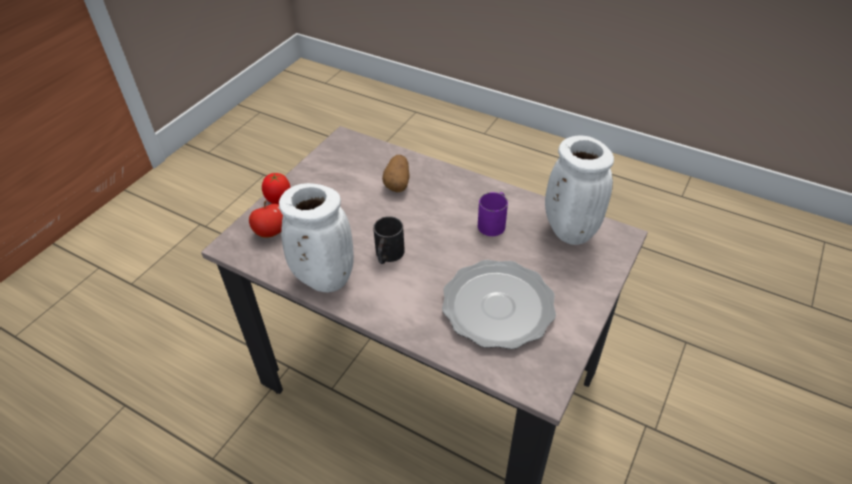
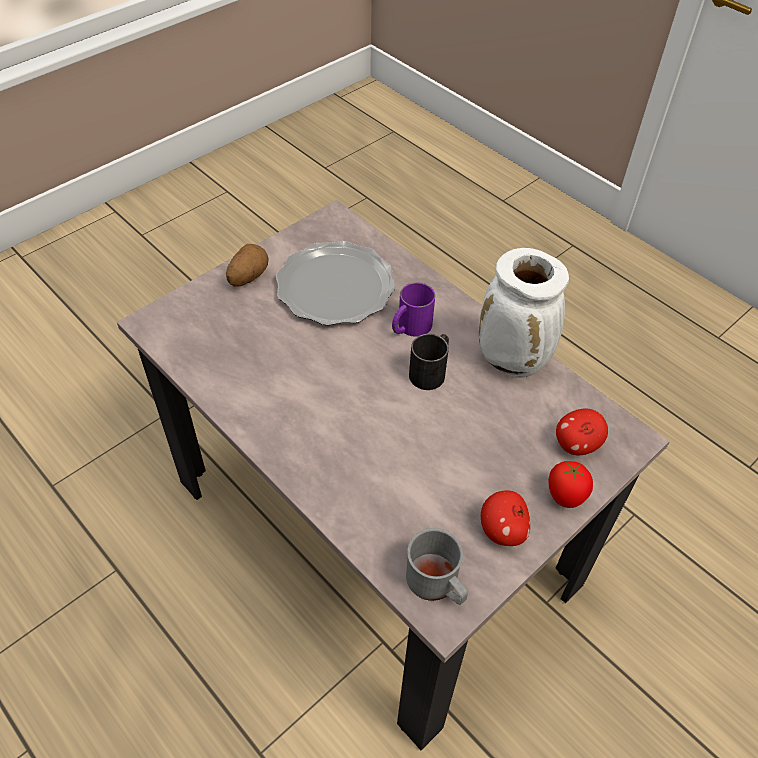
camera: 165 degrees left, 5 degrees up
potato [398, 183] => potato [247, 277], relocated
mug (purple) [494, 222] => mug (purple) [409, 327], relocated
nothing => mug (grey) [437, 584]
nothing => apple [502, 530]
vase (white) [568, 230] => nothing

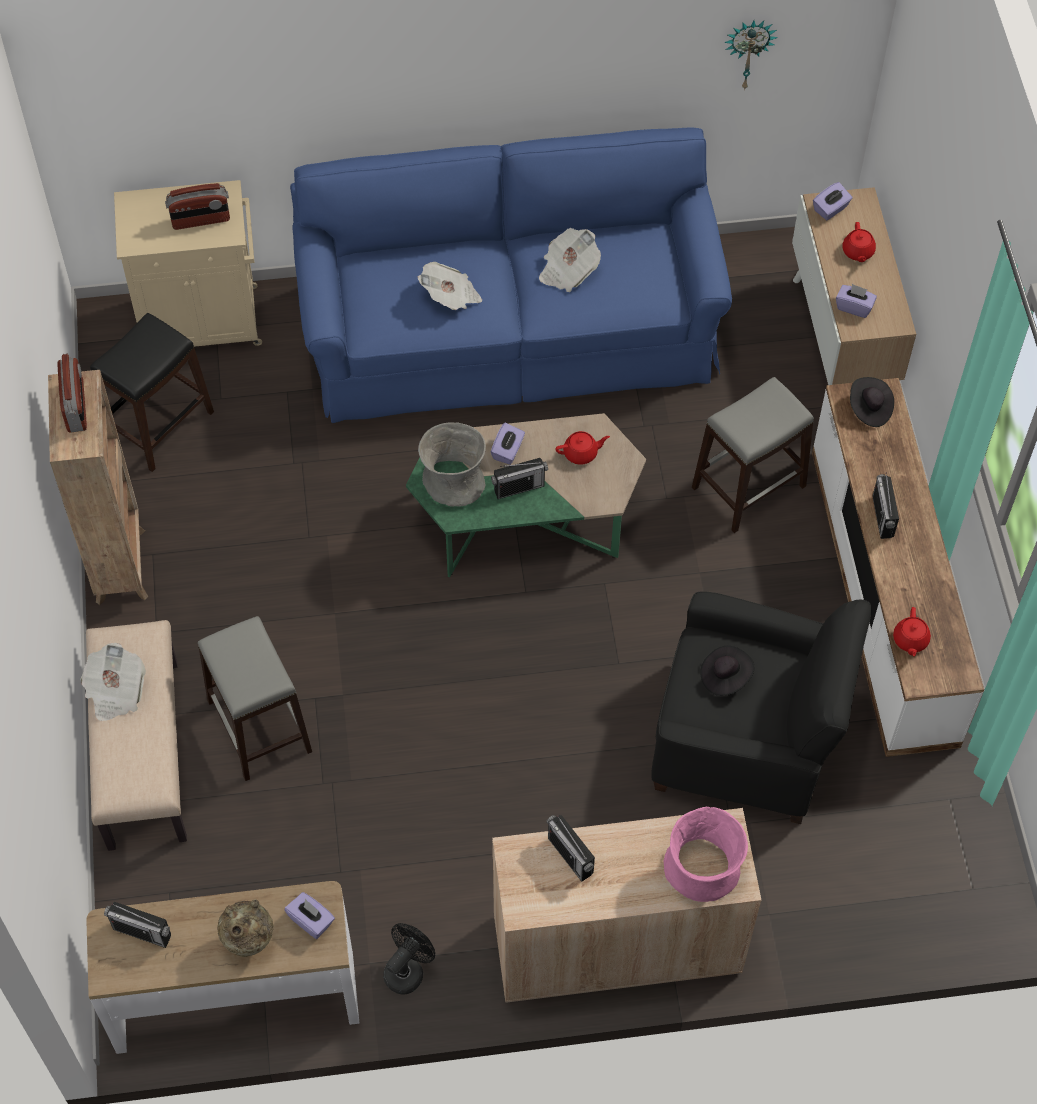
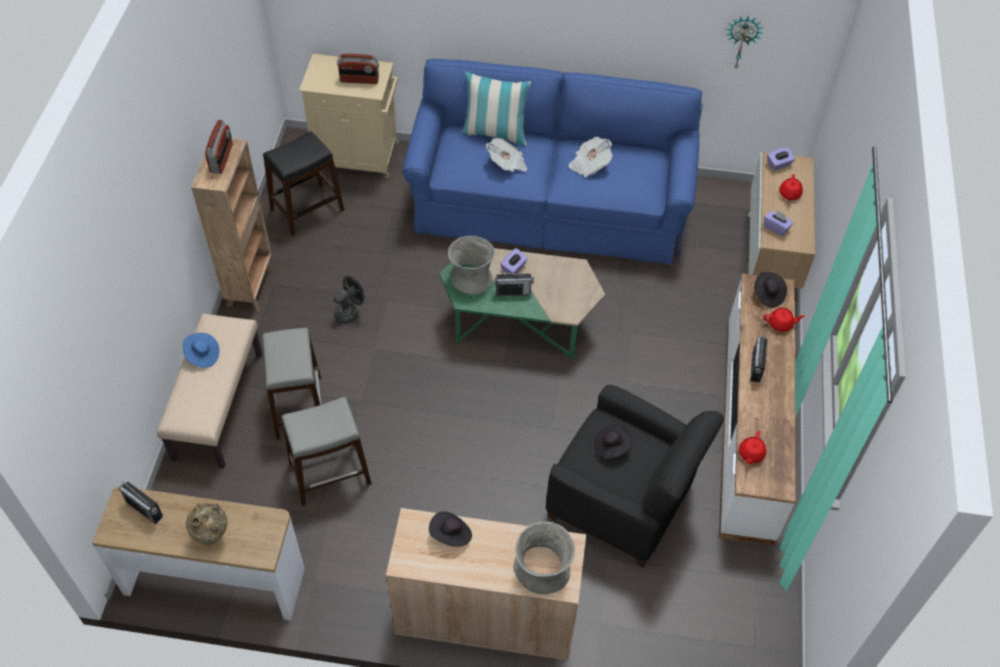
camera: 15 degrees right, 5 degrees down
newspaper [115, 692] => hat (blue) [202, 355]
stool (grey) [749, 487] => stool (grey) [330, 474], relocated
fan (black) [407, 970] => fan (black) [350, 312], relocated
radio [570, 856] => hat (black) [451, 535]
nothing => pillow [495, 133]
vase (pink) [702, 870] => vase (grey) [542, 570]
teapot (red) [581, 453] => teapot (red) [780, 324], relocated
tissue box (purple) [311, 921] => nothing

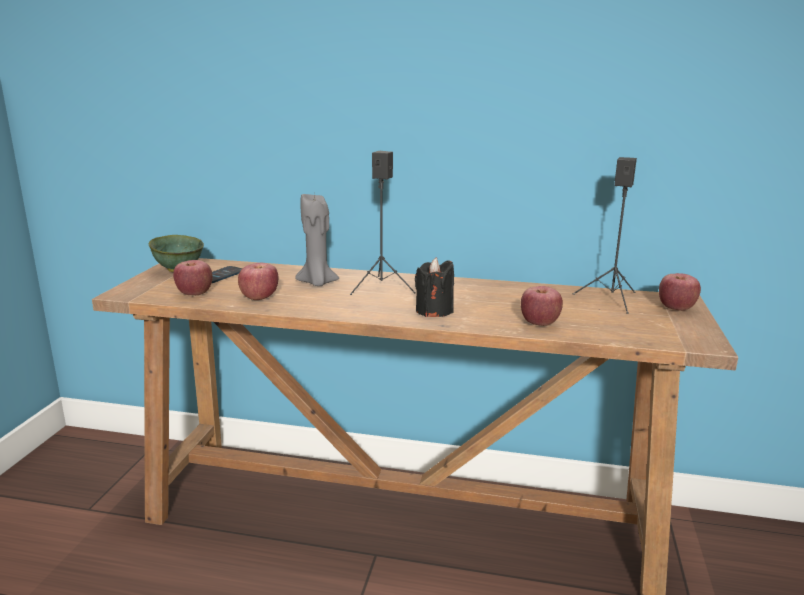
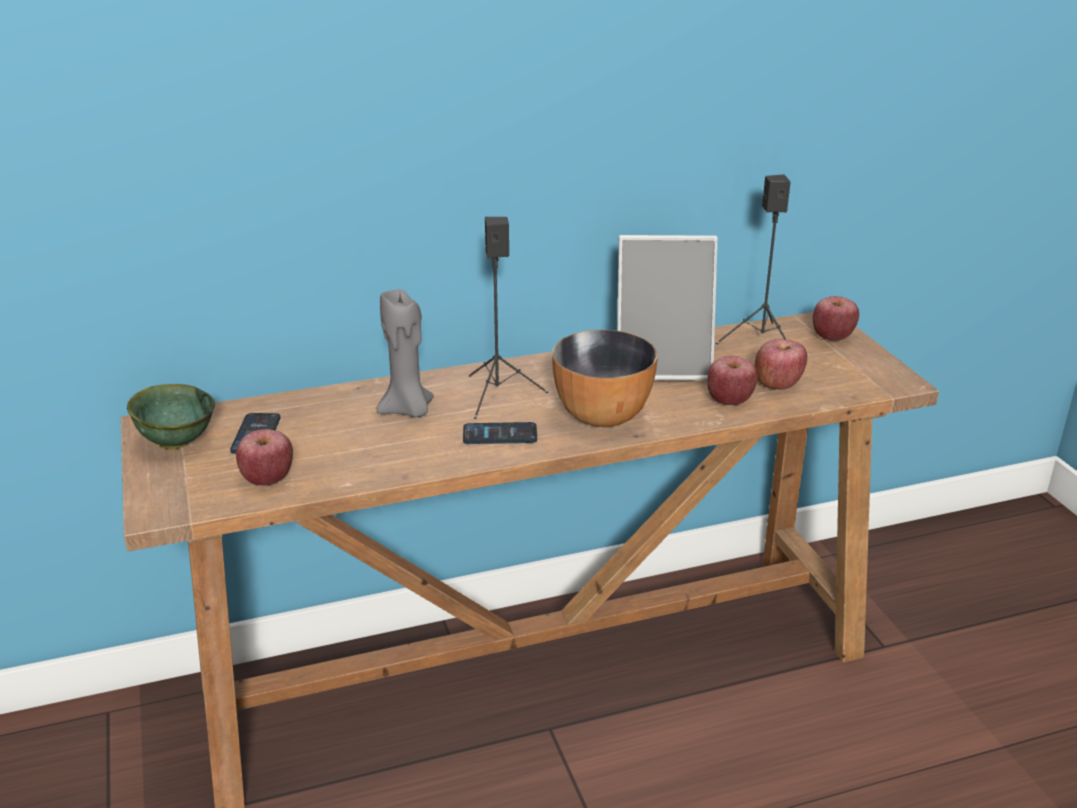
camera: 30 degrees left, 10 degrees up
nothing => phone [500, 435]
candle (black) [434, 311] => bowl [602, 416]
nothing => picture frame [662, 365]
apple [259, 297] => apple [777, 384], relocated

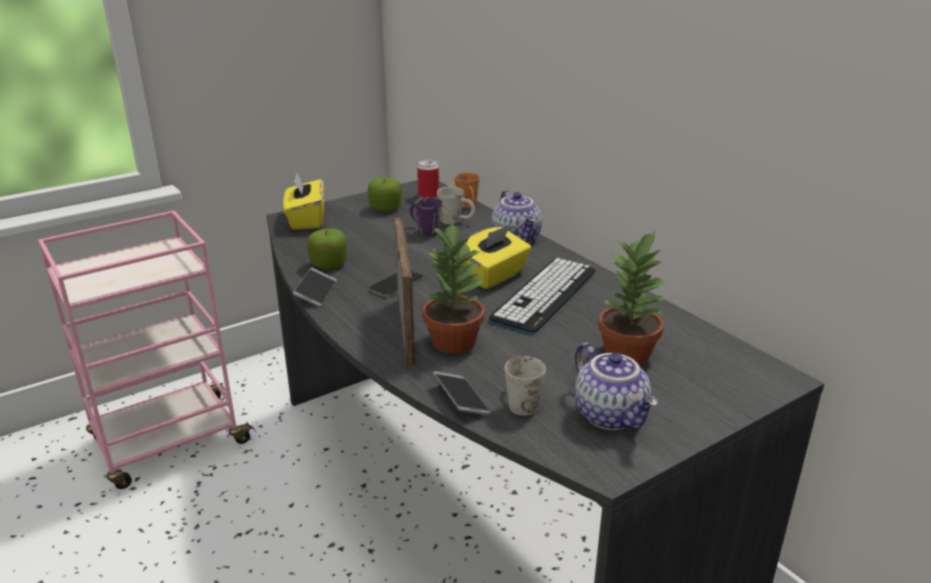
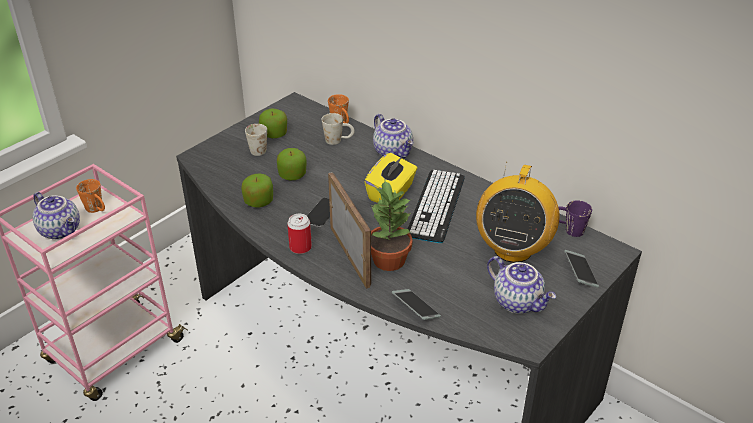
camera: 15 degrees left, 10 degrees up
nothing => teapot [61, 230]
nothing => mug (orange) [97, 210]
mug (white) [520, 401] => mug (white) [256, 149], relocated
nothing => apple [292, 175]
can [428, 195] => can [300, 247], relocated
potted plant [628, 354] => radio [512, 249]
mug (purple) [424, 230] => mug (purple) [568, 229], relocated
phone [316, 292] => phone [580, 272], relocated
tissue box (yellow) [306, 220] => nothing

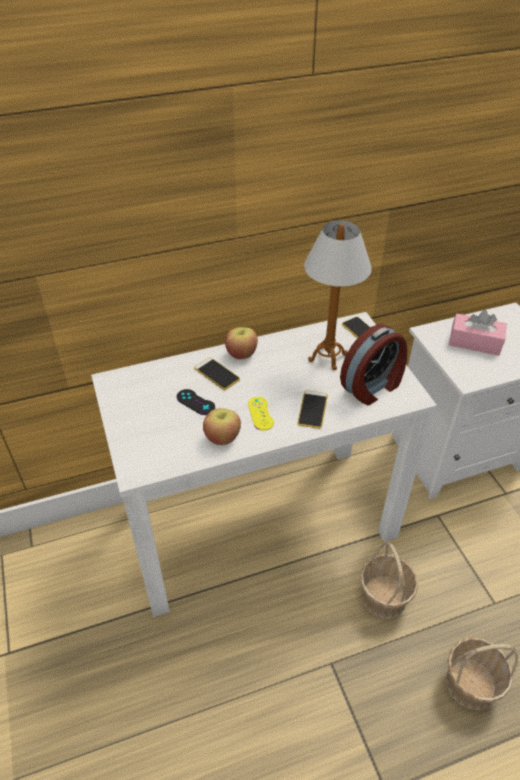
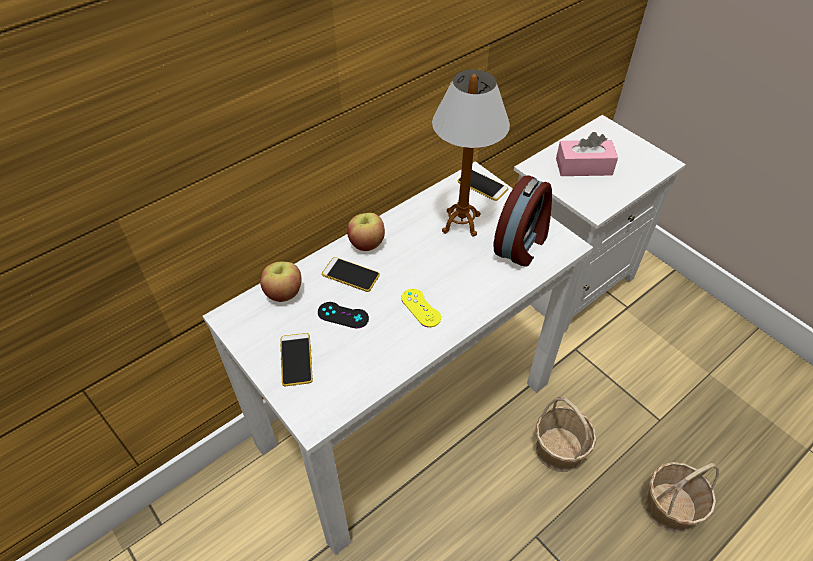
camera: 20 degrees left, 5 degrees up
apple [222, 437] => apple [284, 292], relocated
phone [312, 409] => phone [296, 359], relocated

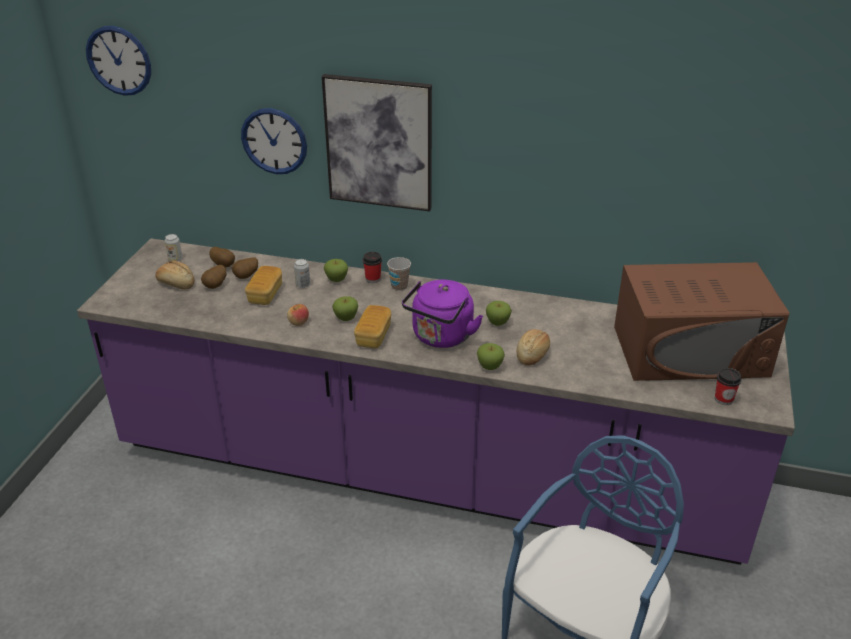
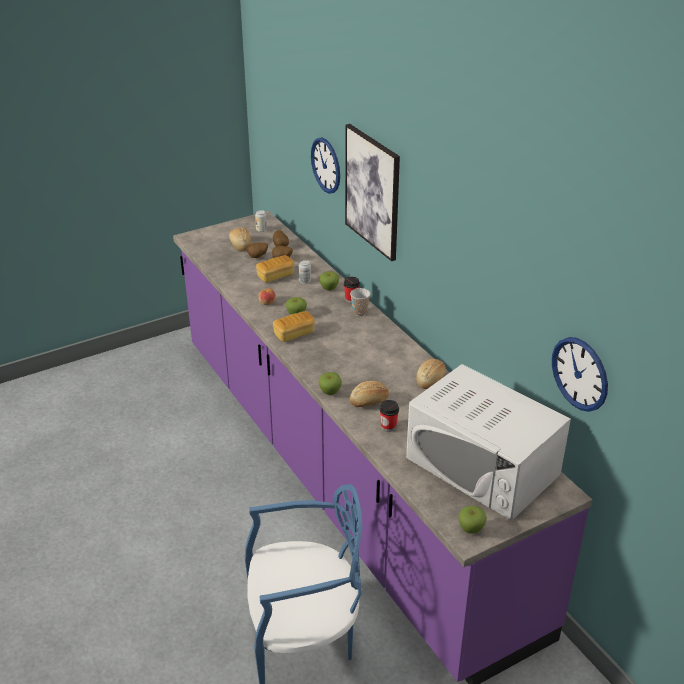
camera: 45 degrees right, 0 degrees up
cup [723, 399] => cup [388, 426], relocated
microwave (brown) [690, 351] => microwave (white) [482, 466]
nothing => bread [431, 380]
apple [497, 323] => apple [471, 529], relocated
wall clock [119, 60] => wall clock [580, 373], relocated
kettle (purple) [441, 337] => nothing

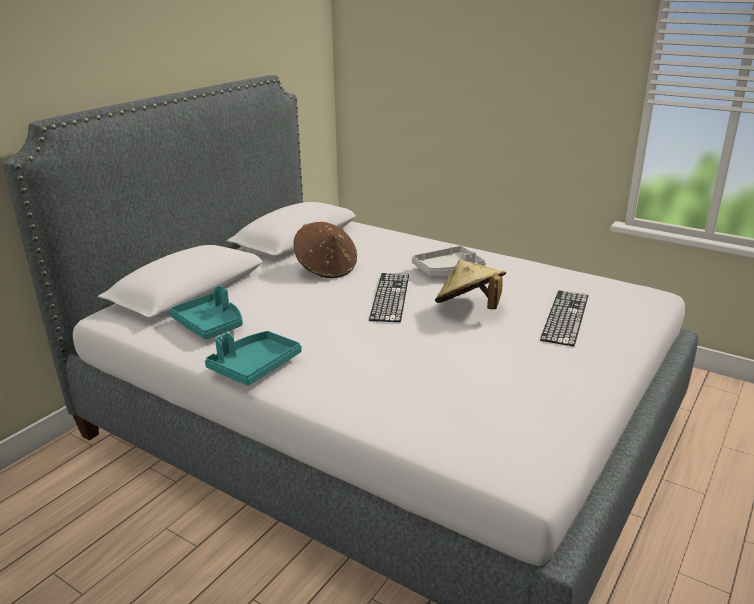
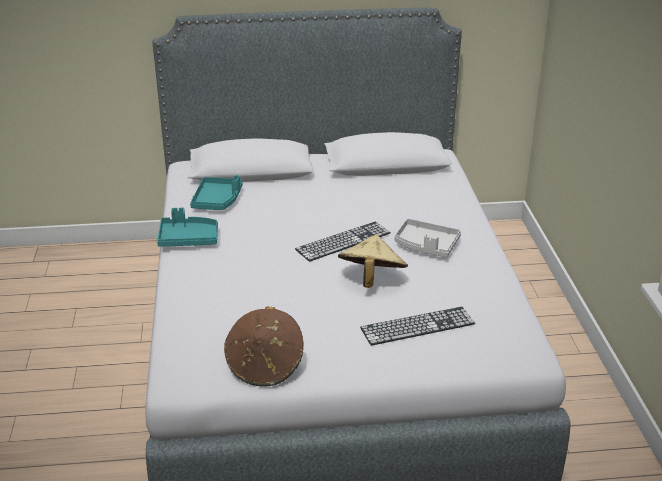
camera: 50 degrees right, 5 degrees up
hat (brown) [326, 269] => hat (brown) [265, 366], relocated

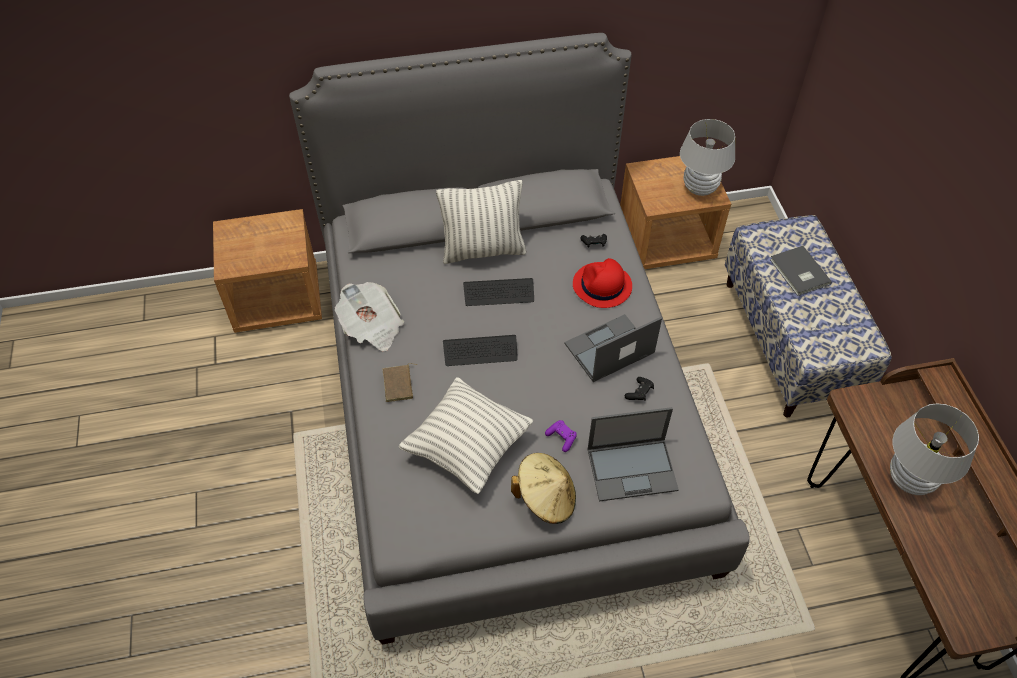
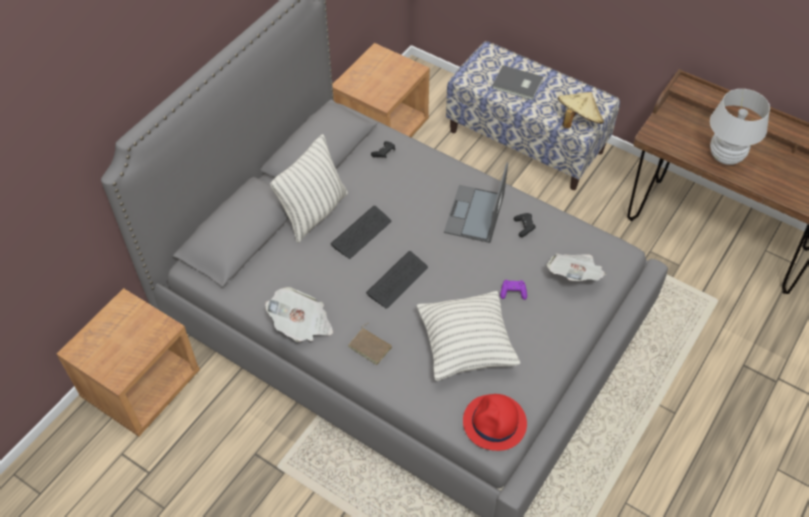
camera: 45 degrees left, 0 degrees up
hat (red) [602, 286] => hat (red) [495, 423], relocated
laptop [633, 469] => newspaper [574, 275]
hat (beige) [545, 498] => hat (beige) [577, 121], relocated
table lamp (white) [699, 188] => nothing

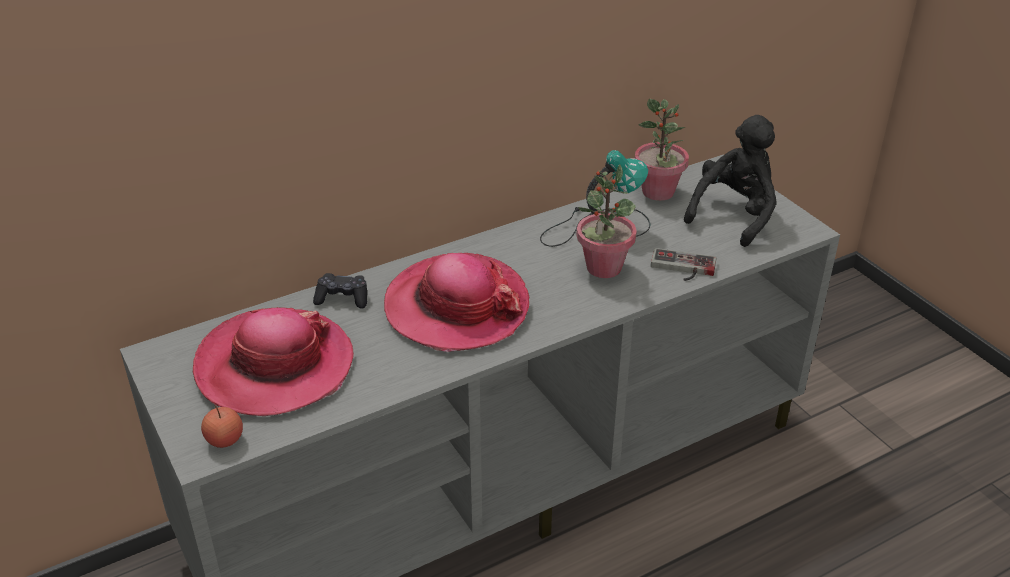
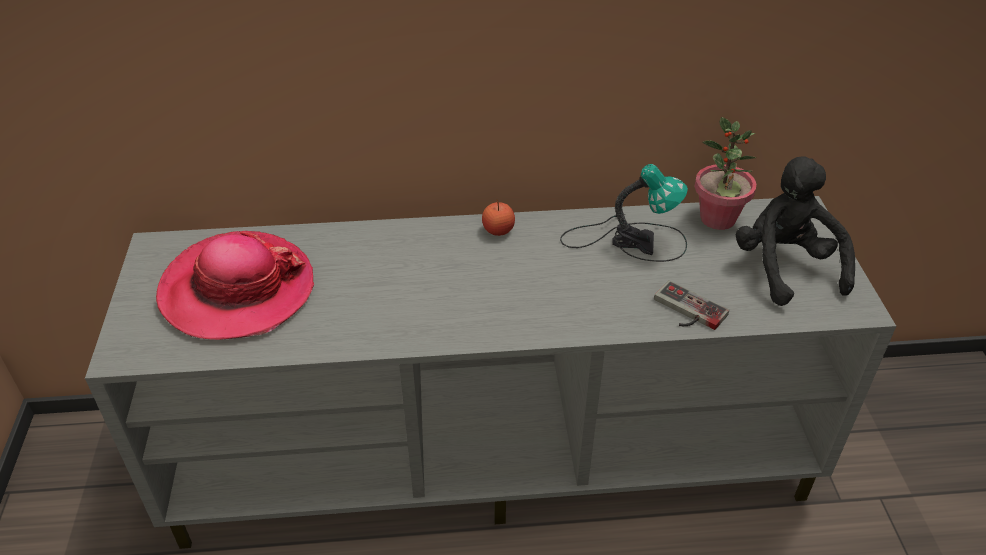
camera: 25 degrees right, 5 degrees up
apple [225, 440] => apple [498, 230], relocated
plush toy (black) [734, 215] => plush toy (black) [785, 267], 75 degrees counterclockwise
game controller (black) [342, 298] => nothing
hat [456, 307] => nothing
potted plant [603, 268] => nothing

